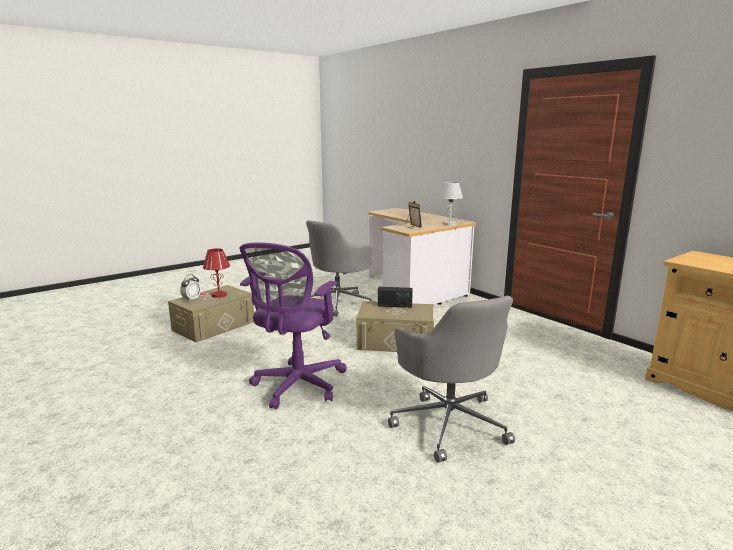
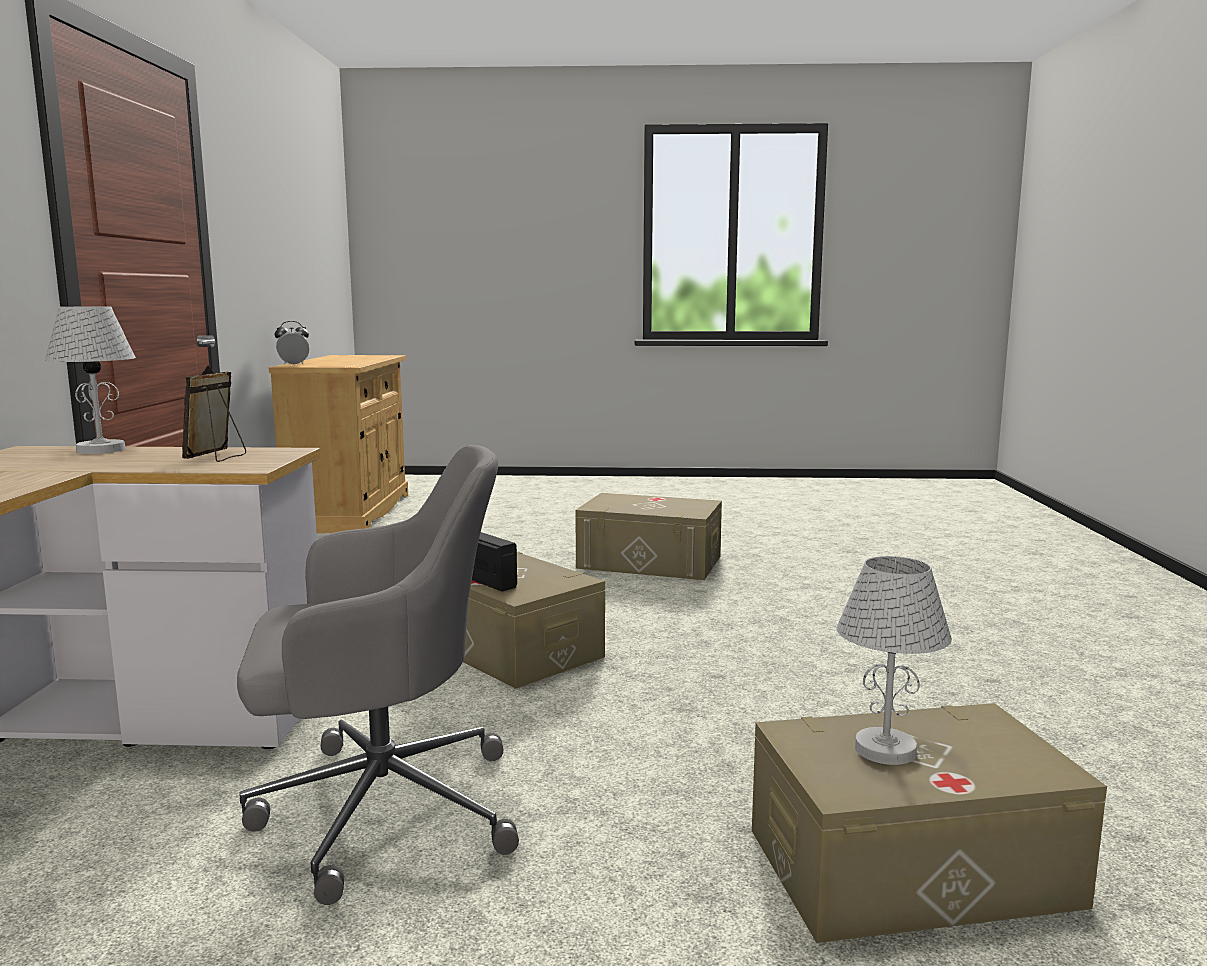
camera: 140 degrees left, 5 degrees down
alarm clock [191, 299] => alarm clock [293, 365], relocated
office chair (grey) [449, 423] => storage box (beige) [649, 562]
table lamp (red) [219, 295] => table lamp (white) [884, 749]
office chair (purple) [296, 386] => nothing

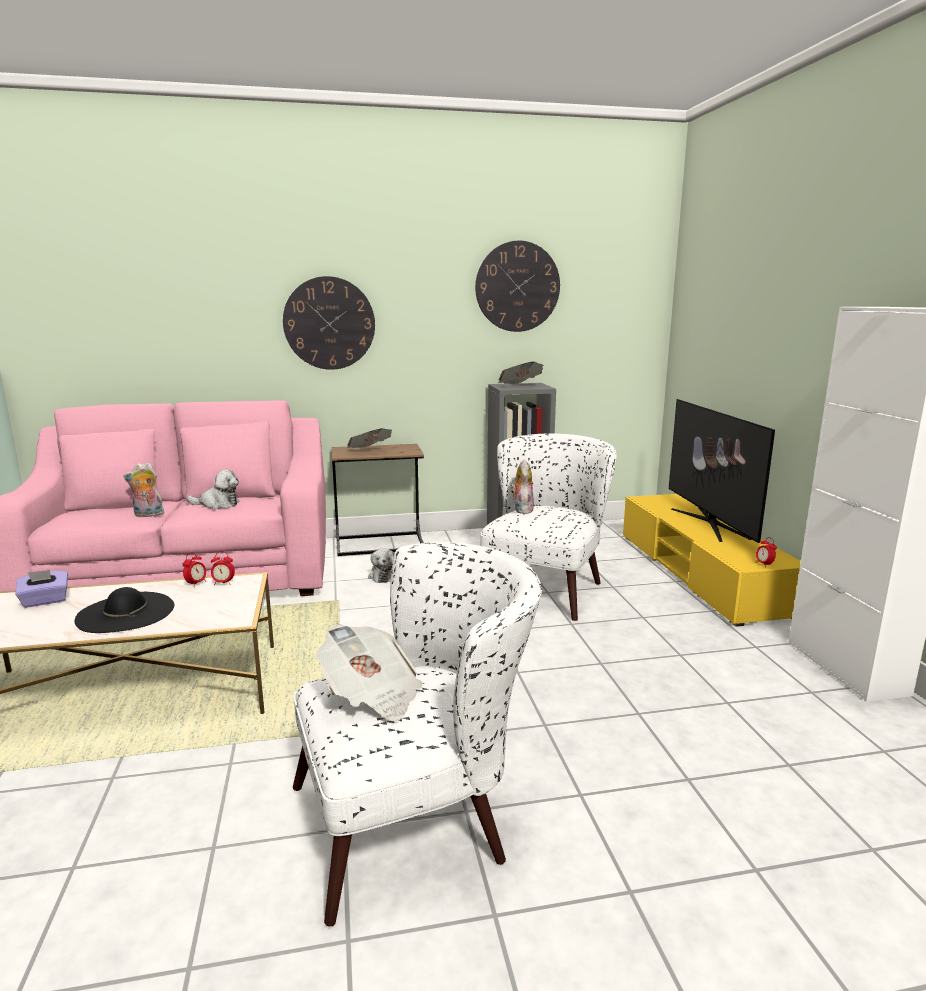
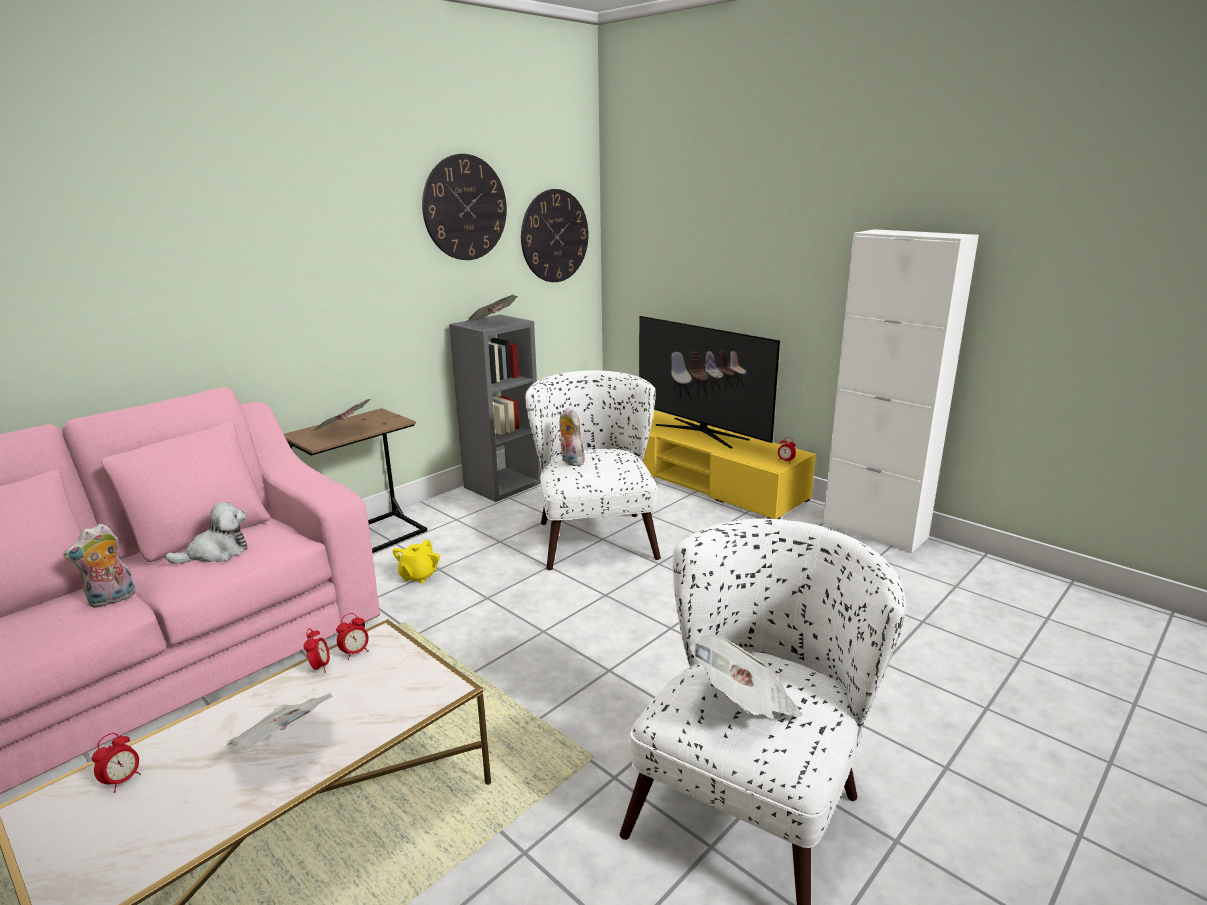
camera: 35 degrees left, 5 degrees up
tissue box (purple) [45, 601] => alarm clock [123, 781]
hat (black) [125, 612] => newspaper [285, 742]
plush toy [383, 576] => teapot (yellow) [418, 576]
wall clock [329, 323] => wall clock [554, 236], relocated

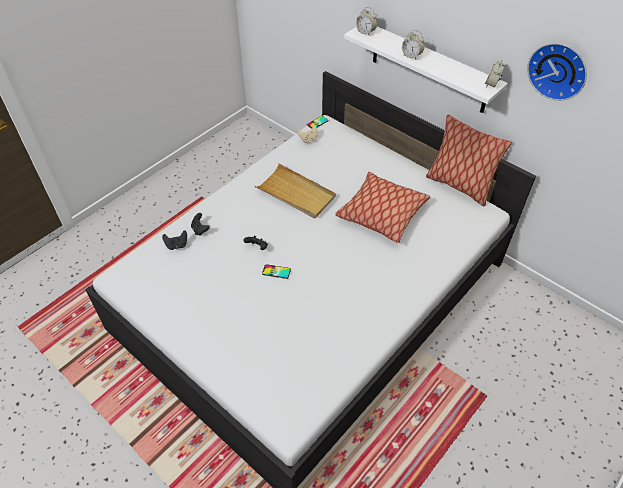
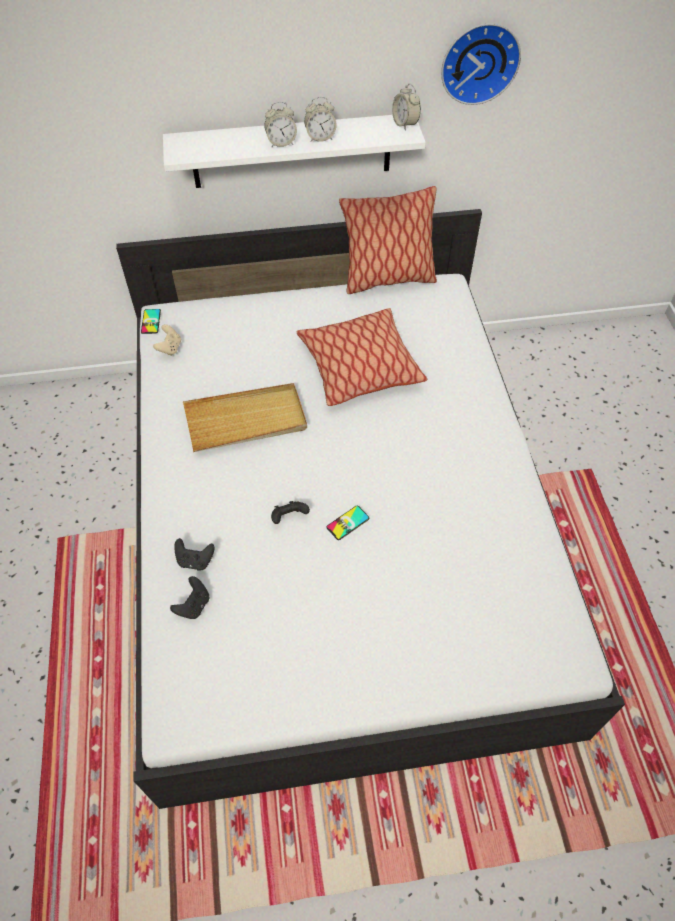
camera: 50 degrees left, 5 degrees up
alarm clock [366, 32] => alarm clock [320, 138], relocated

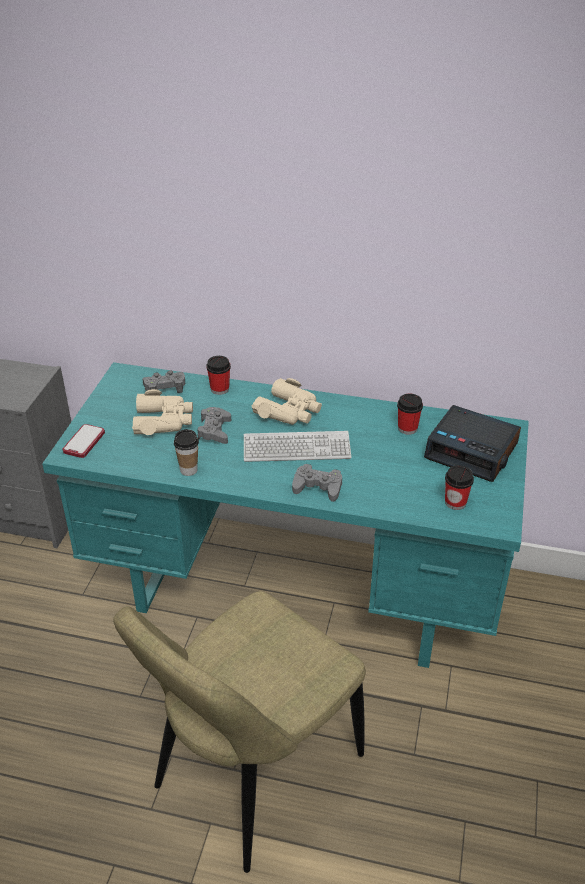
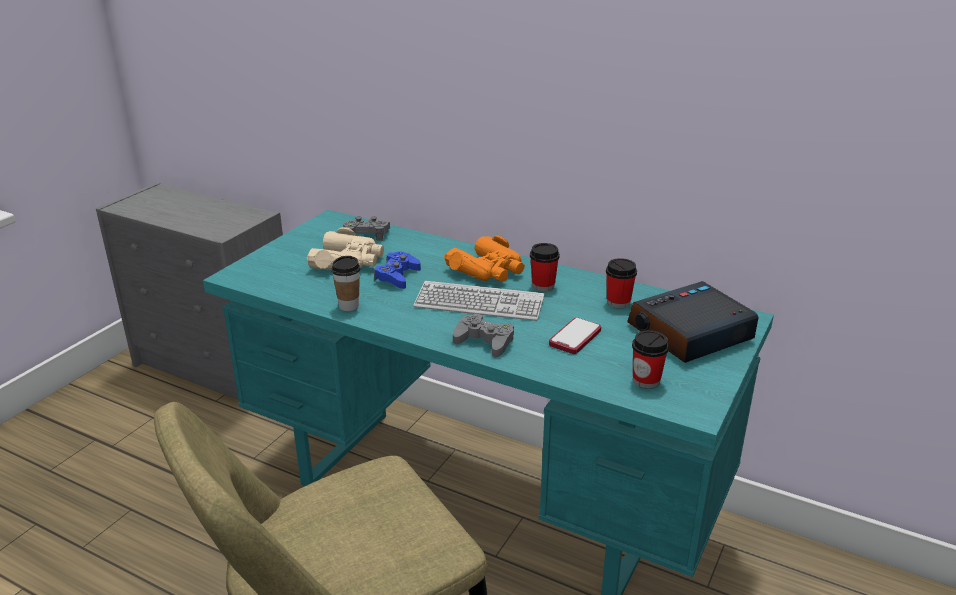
camera: 15 degrees right, 10 degrees down
game controller (grey) [214, 430] => game controller (blue) [397, 276]
binoculars (beige) [289, 411] => binoculars (orange) [488, 270]
cup [219, 389] => cup [543, 285], relocated
phone [84, 442] => phone [575, 337], relocated
alarm clock [472, 451] => alarm clock [689, 333], 105 degrees clockwise

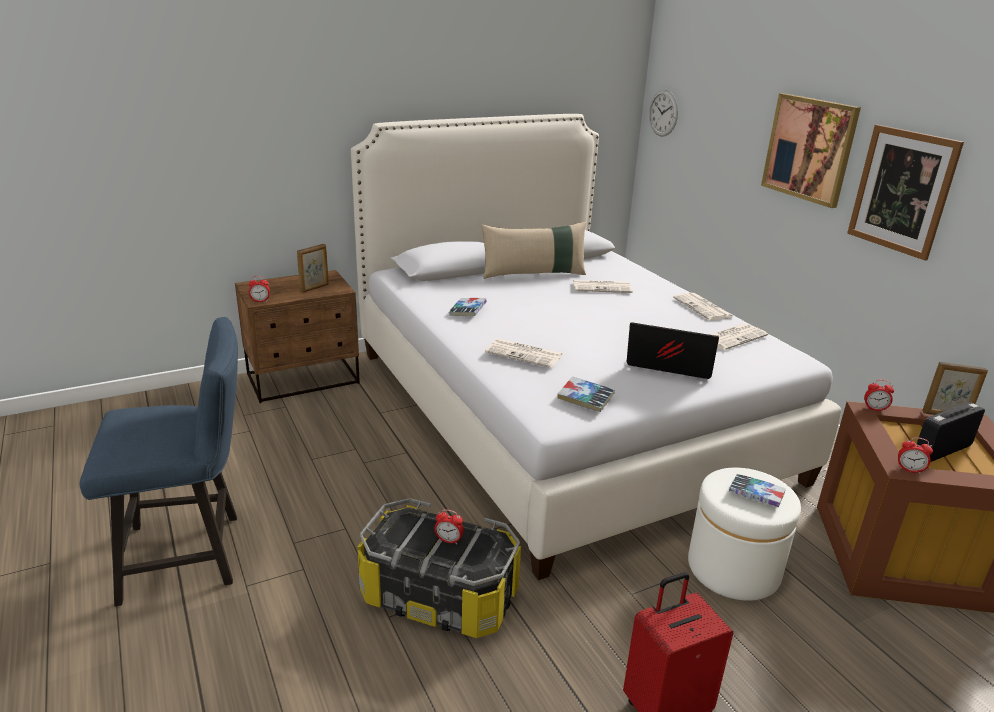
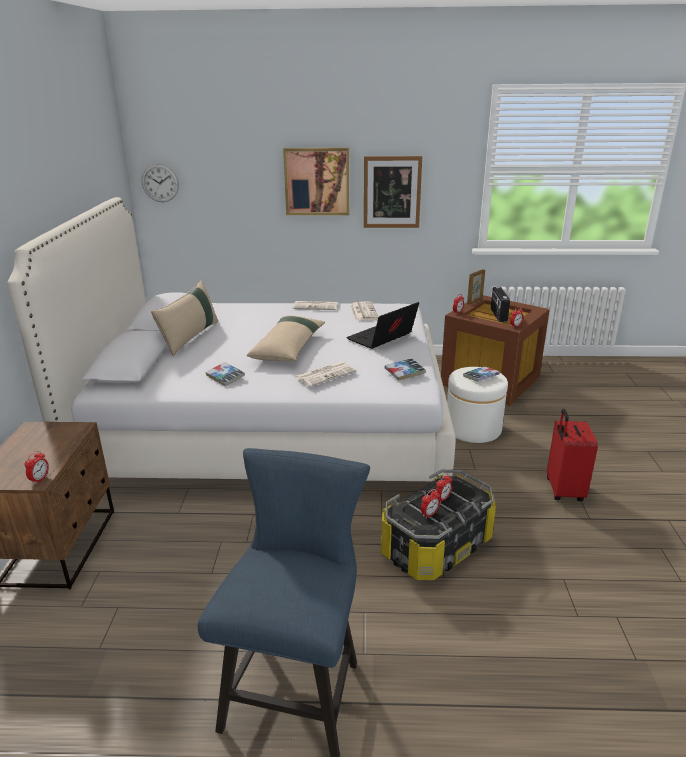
camera: 60 degrees left, 0 degrees up
nothing => pillow (beige) [288, 347]
nothing => alarm clock [429, 514]
picture frame [315, 288] => nothing
newspaper [602, 287] => nothing

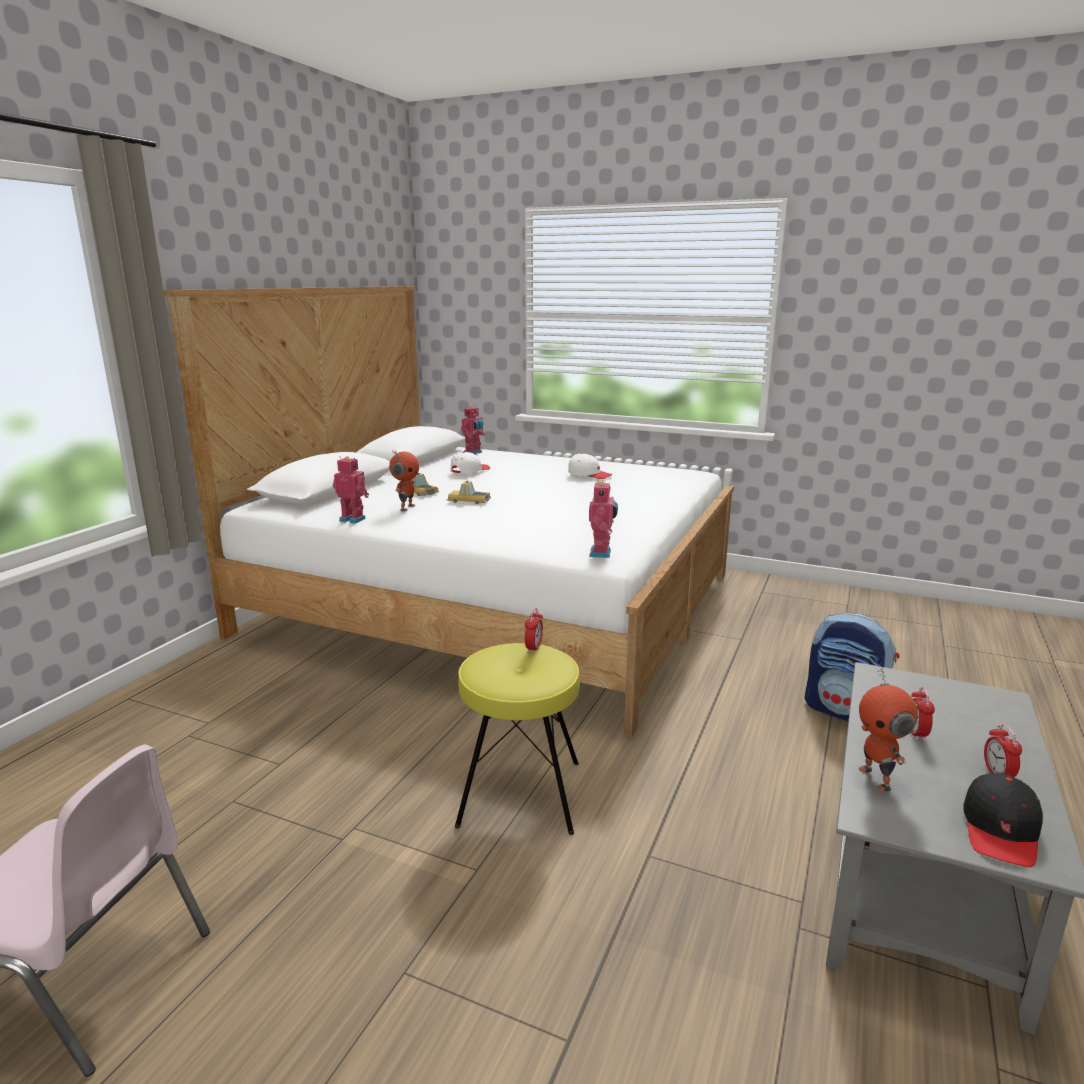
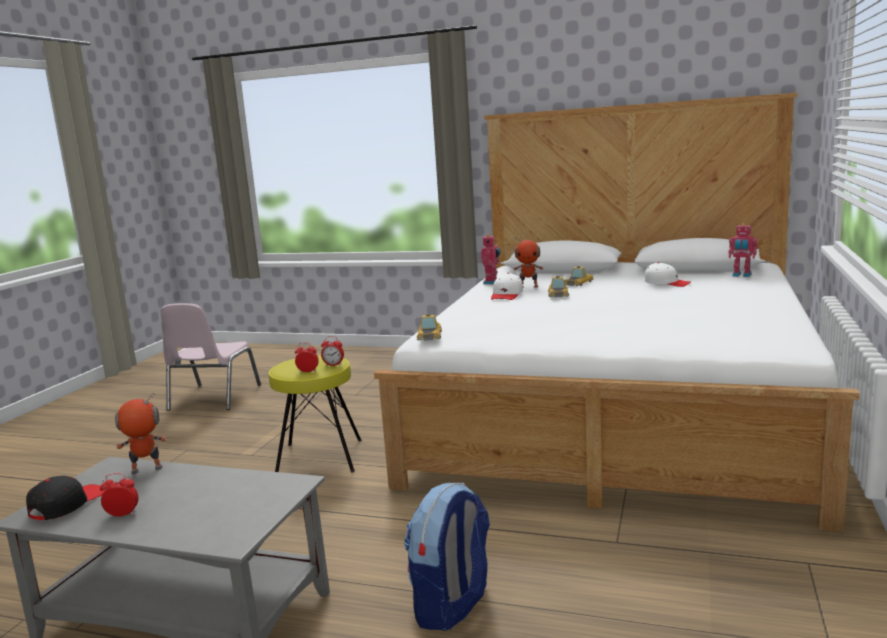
camera: 85 degrees right, 5 degrees down
cap (black) [1001, 830] => cap (black) [66, 505], 90 degrees clockwise
alarm clock [916, 733] => alarm clock [308, 371], relocated
toy robot [602, 553] => toy car [429, 335]
cap (white) [589, 474] => cap (white) [507, 295], relocated

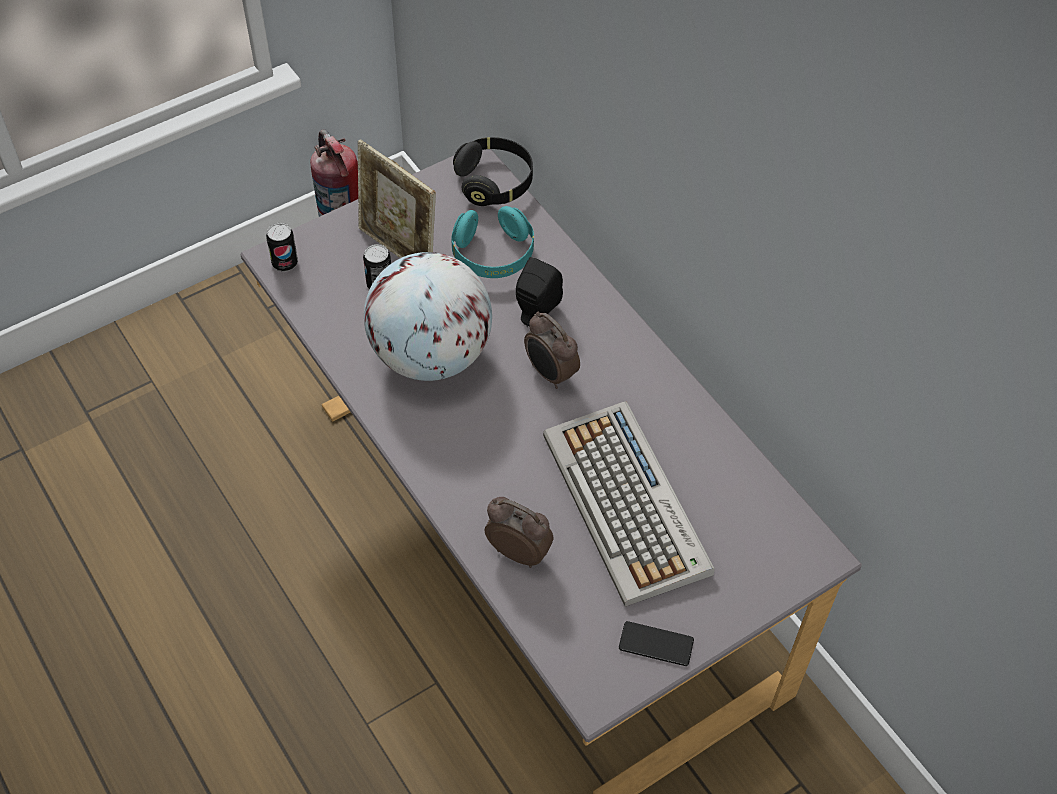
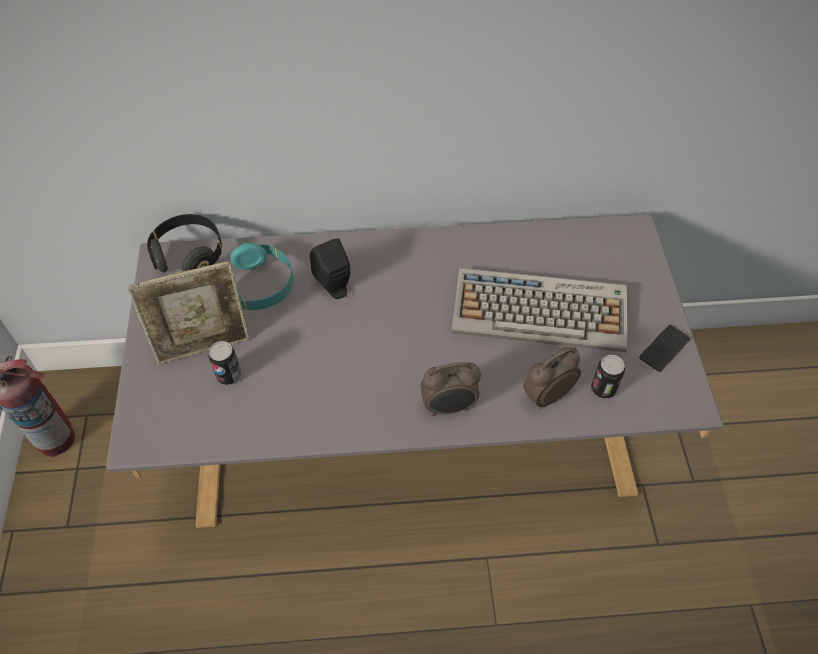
camera: 60 degrees left, 0 degrees up
alarm clock [550, 374] => alarm clock [449, 407], relocated
can [285, 263] => can [603, 389], relocated
globe [431, 355] => nothing

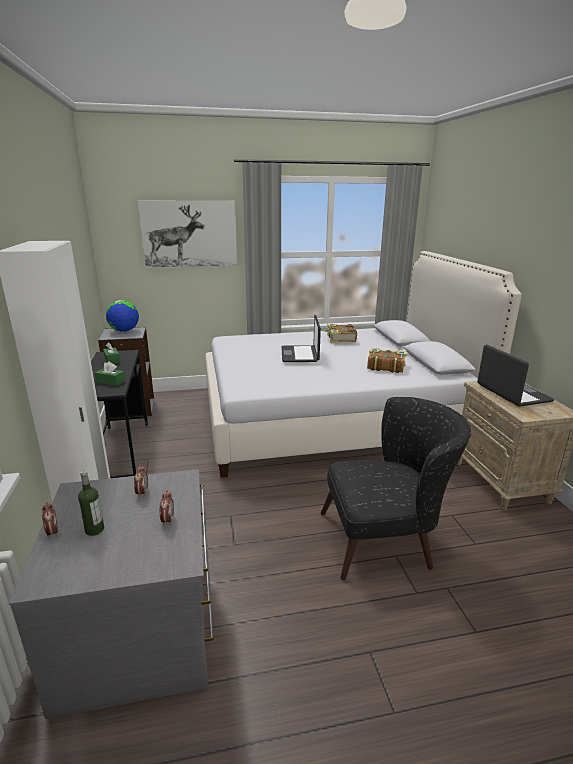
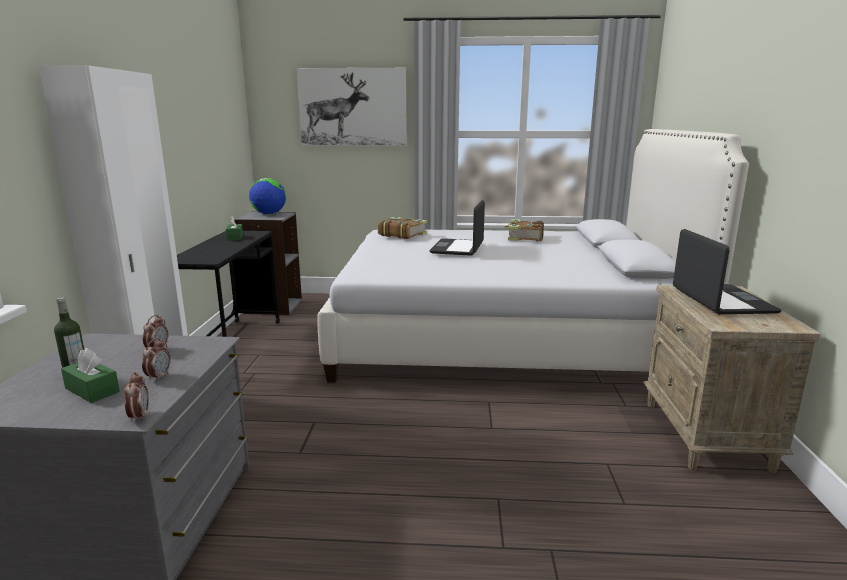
camera: 15 degrees right, 5 degrees down
tissue box (green) [110, 382] => tissue box (green) [92, 390], relocated
alarm clock [52, 533] => alarm clock [139, 416], relocated
book [385, 366] => book [402, 234], relocated
armchair (black) [386, 539] => nothing

